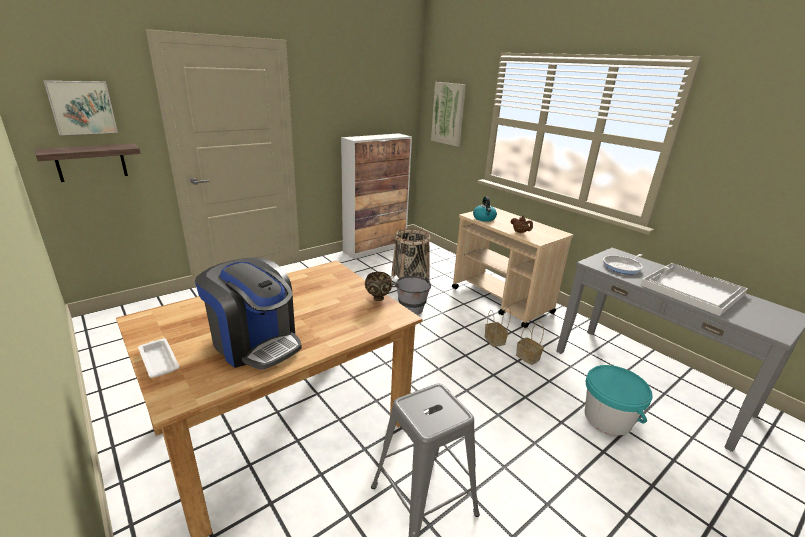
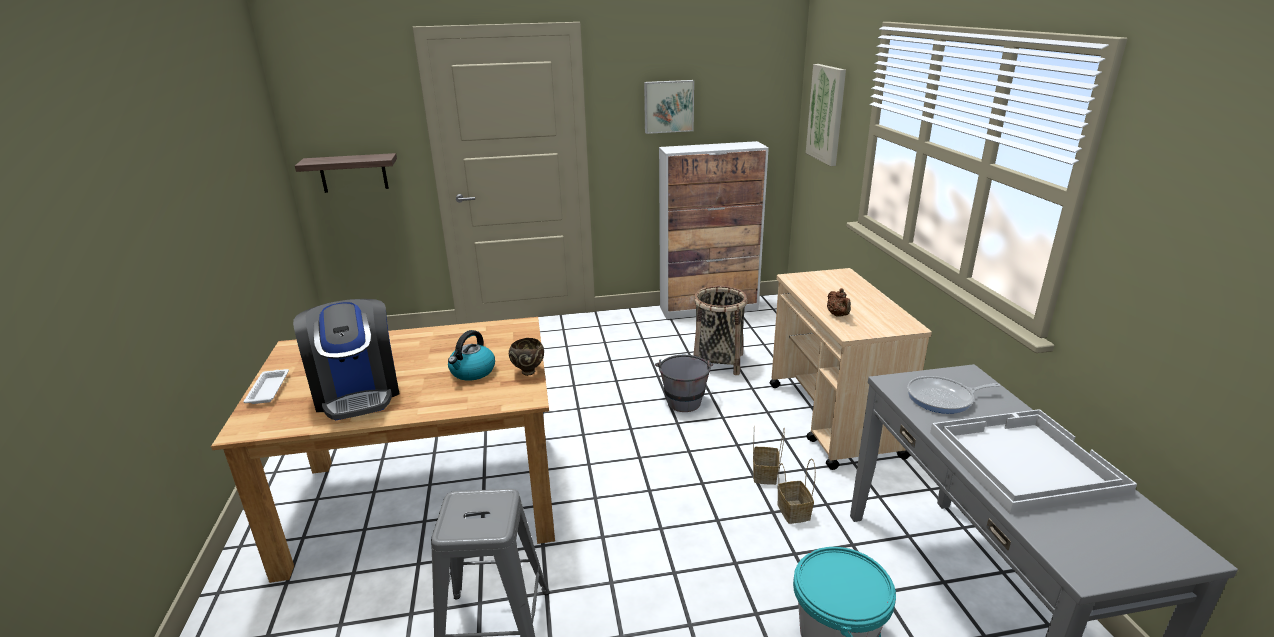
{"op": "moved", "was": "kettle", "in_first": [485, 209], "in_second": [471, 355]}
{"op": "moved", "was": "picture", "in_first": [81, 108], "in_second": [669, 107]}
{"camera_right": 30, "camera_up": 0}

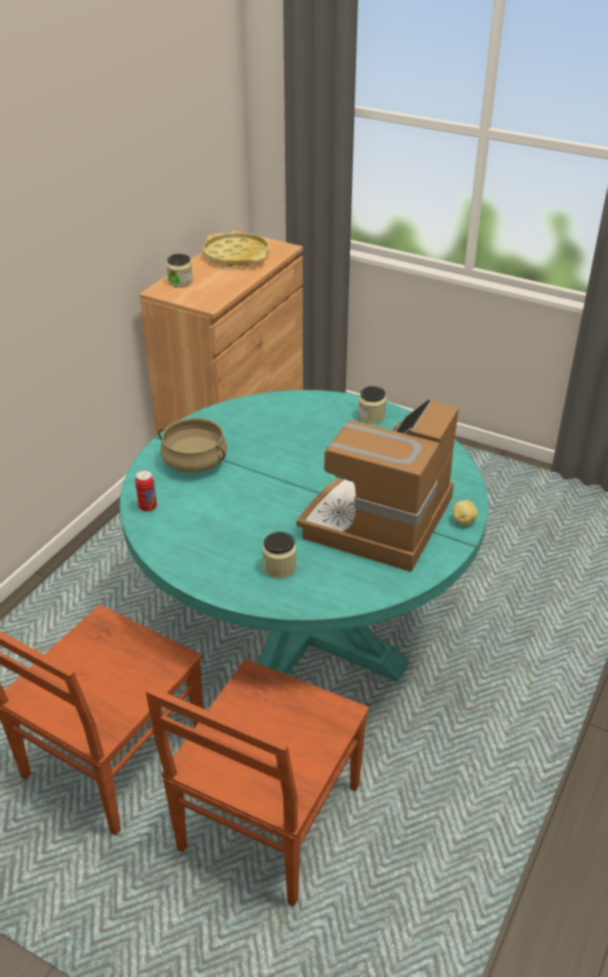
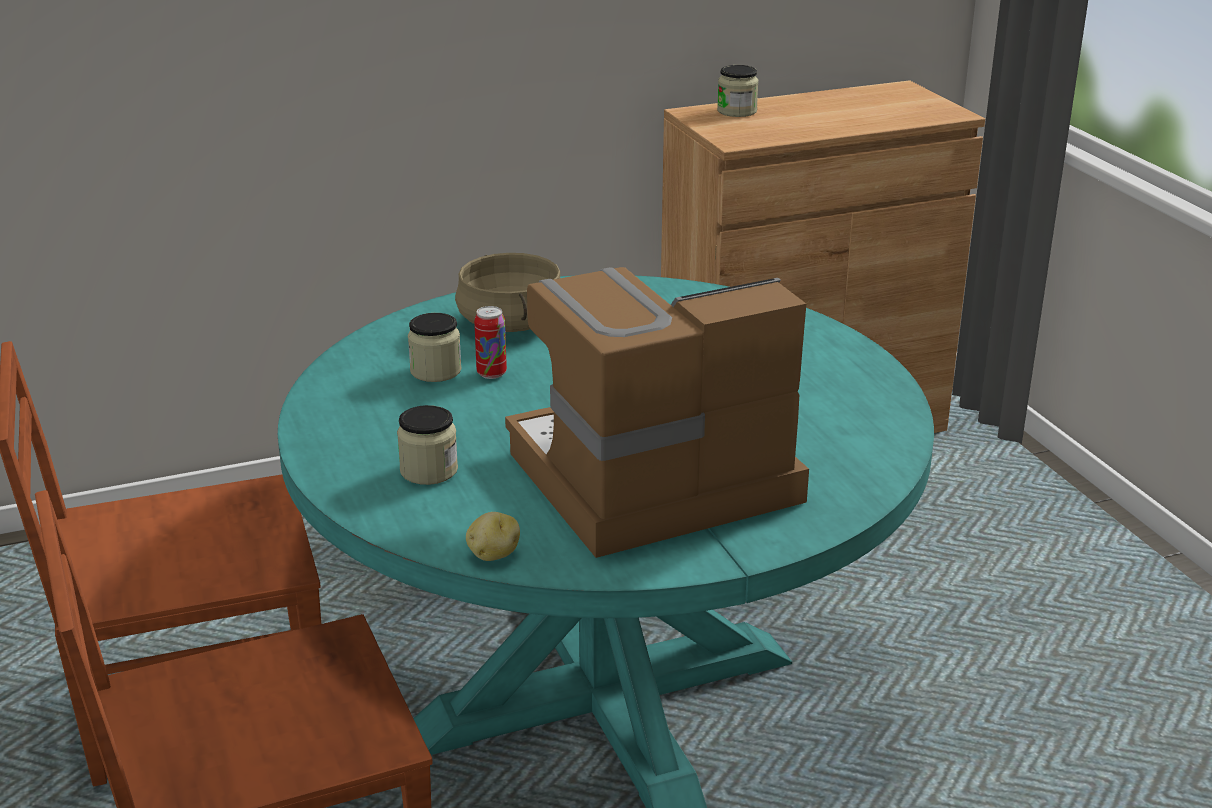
{"op": "moved", "was": "jar", "in_first": [372, 405], "in_second": [435, 347]}
{"op": "moved", "was": "potato", "in_first": [465, 513], "in_second": [493, 536]}
{"op": "moved", "was": "can", "in_first": [146, 491], "in_second": [490, 342]}
{"op": "removed", "was": "yellow tray", "in_first": [236, 250]}
{"camera_right": 40, "camera_up": -10}

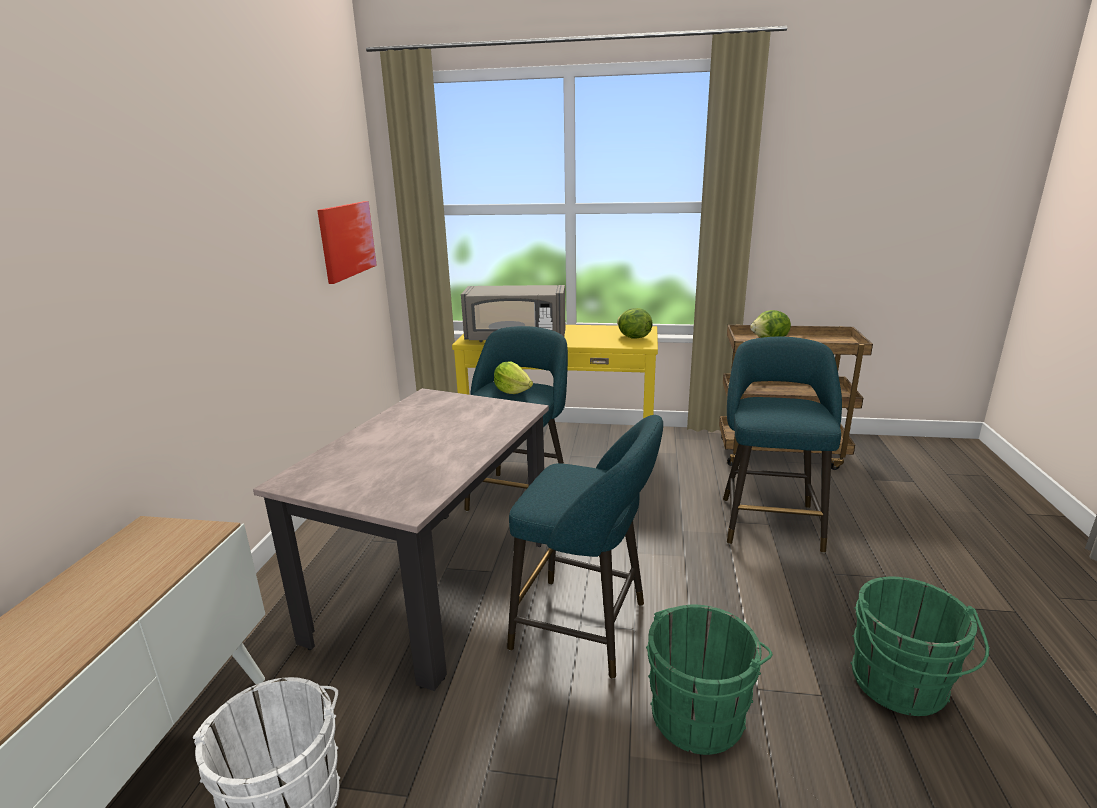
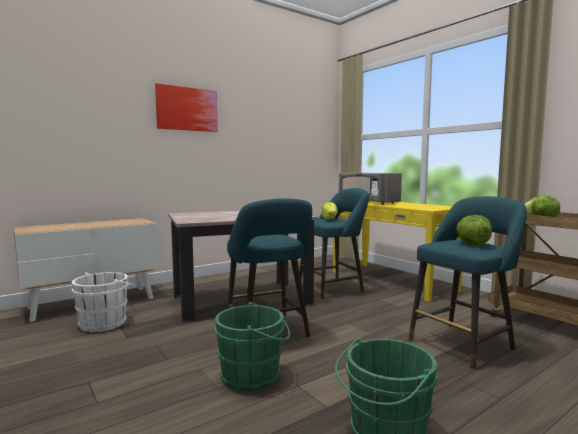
{"op": "moved", "was": "picture", "in_first": [347, 242], "in_second": [186, 107]}
{"op": "moved", "was": "lettuce", "in_first": [635, 323], "in_second": [474, 230]}
{"camera_right": 45, "camera_up": -15}

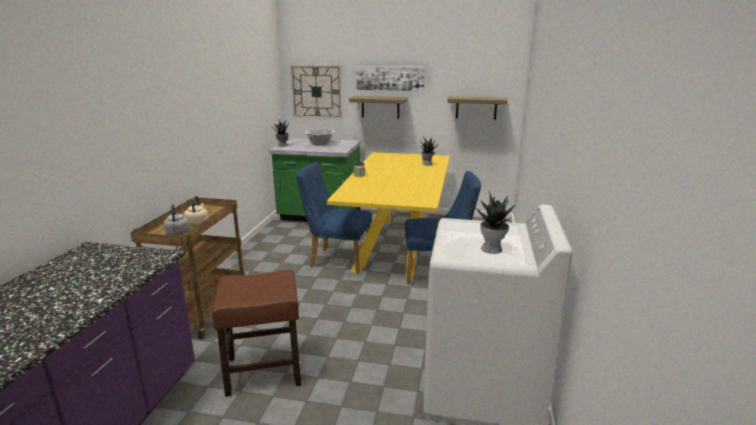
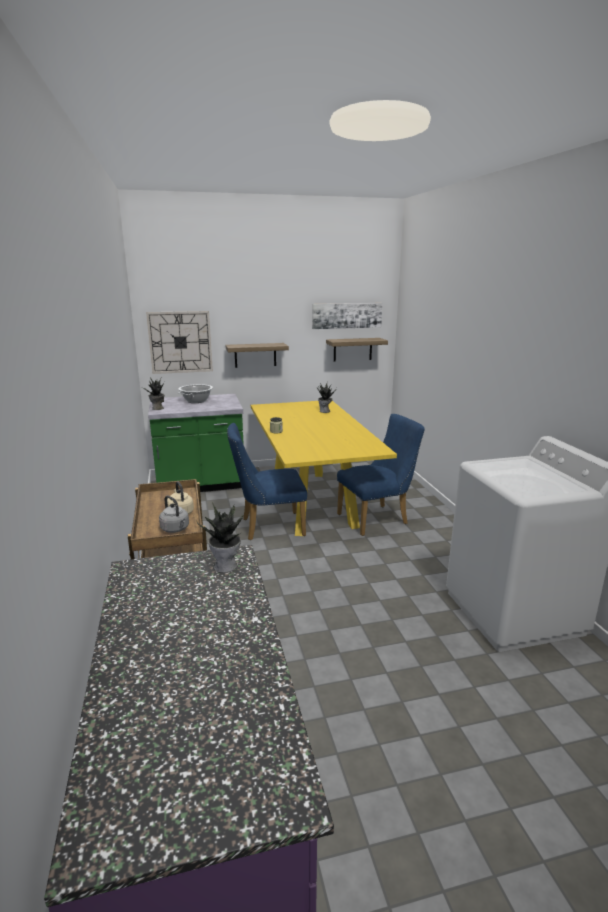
{"op": "moved", "was": "potted plant", "in_first": [494, 222], "in_second": [219, 538]}
{"op": "moved", "was": "picture", "in_first": [390, 78], "in_second": [347, 316]}
{"op": "removed", "was": "brown stool", "in_first": [256, 333]}
{"camera_right": -25, "camera_up": 0}

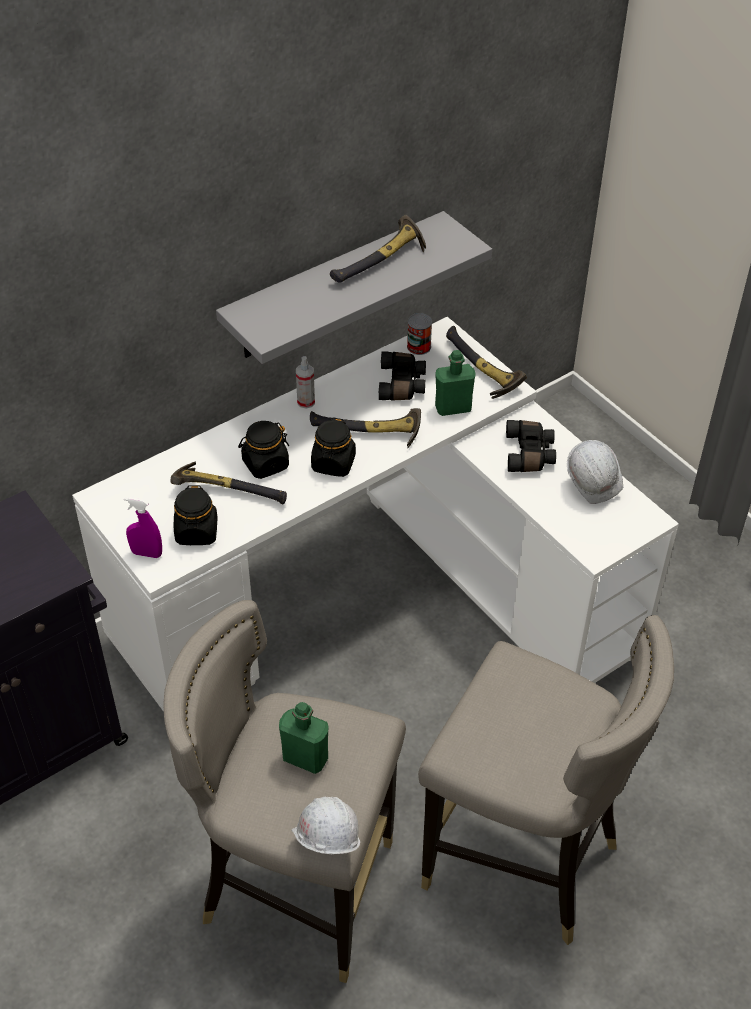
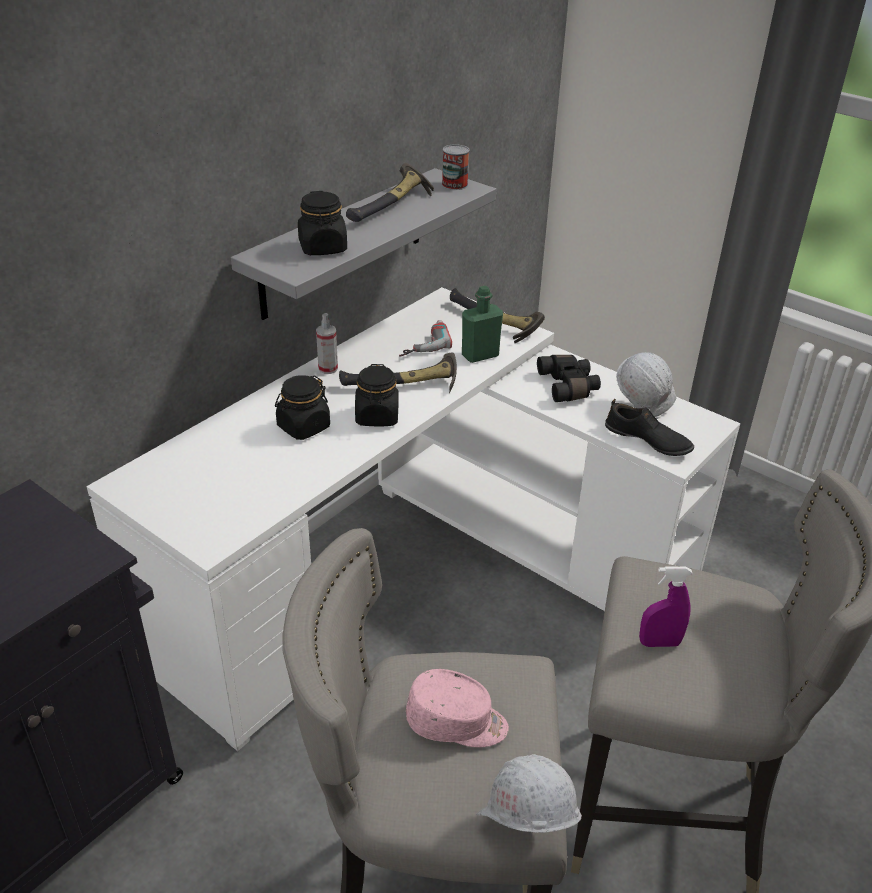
{"op": "moved", "was": "black jar", "in_first": [196, 515], "in_second": [322, 223]}
{"op": "replaced", "was": "black binoculars", "now": "power drill", "in_first": [402, 376], "in_second": [425, 338]}
{"op": "replaced", "was": "green bottle", "now": "pink cap", "in_first": [303, 738], "in_second": [457, 708]}
{"op": "moved", "was": "can", "in_first": [419, 334], "in_second": [455, 167]}
{"op": "added", "now": "black shoe", "in_second": [649, 427]}
{"op": "moved", "was": "purple spray bottle", "in_first": [143, 527], "in_second": [666, 606]}
{"op": "removed", "was": "hammer", "in_first": [228, 483]}
{"camera_right": -15, "camera_up": -10}

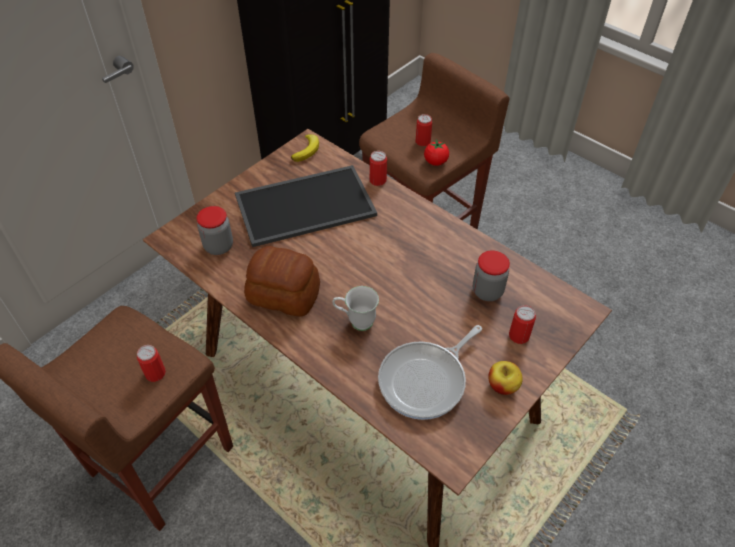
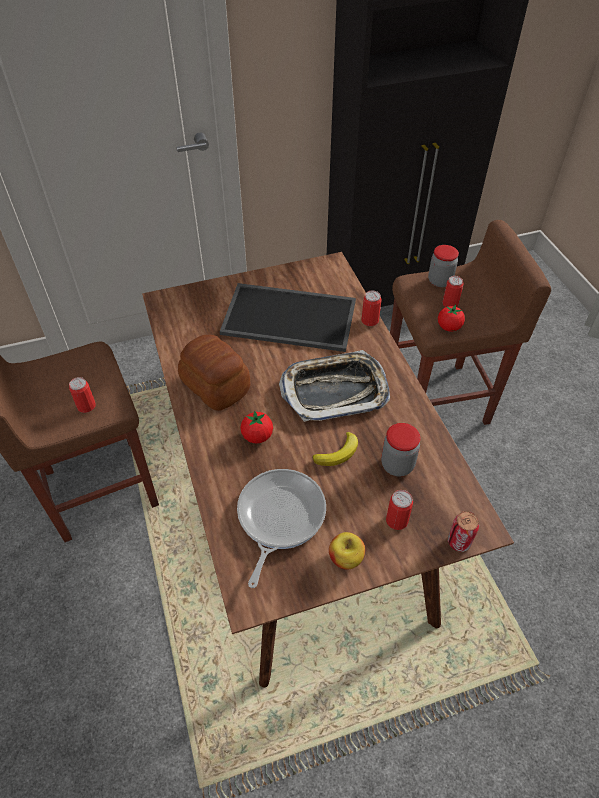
{"op": "turned", "was": "frying pan", "in_first": [430, 372], "in_second": [281, 528], "clockwise": 120}
{"op": "replaced", "was": "white mug", "now": "tomato", "in_first": [355, 308], "in_second": [256, 426]}
{"op": "added", "now": "tray", "in_second": [334, 386]}
{"op": "moved", "was": "banana", "in_first": [305, 148], "in_second": [335, 449]}
{"op": "moved", "was": "jar", "in_first": [215, 230], "in_second": [443, 266]}
{"op": "added", "now": "can", "in_second": [463, 531]}
{"camera_right": 30, "camera_up": 0}

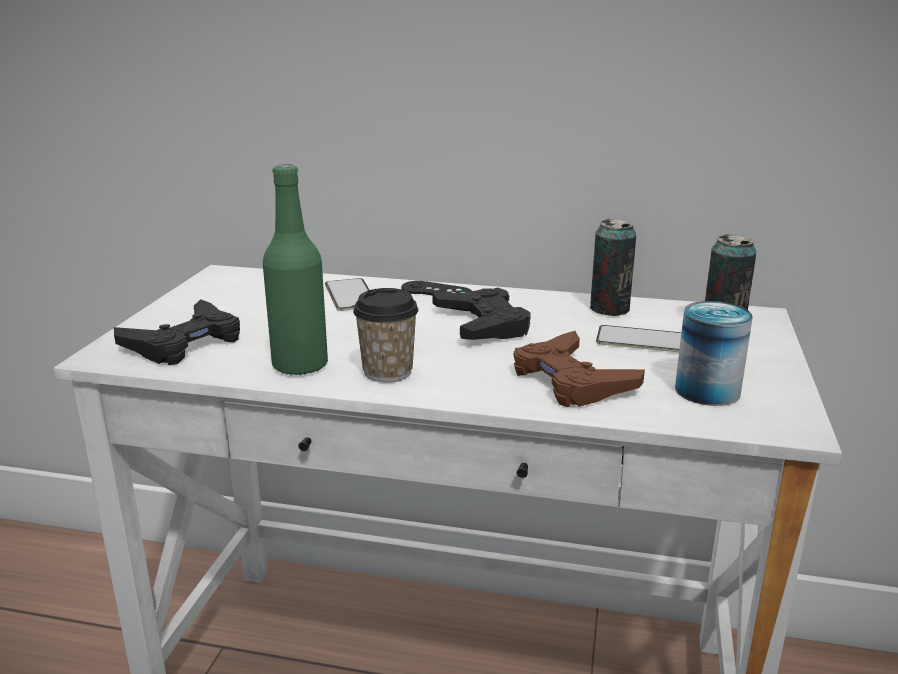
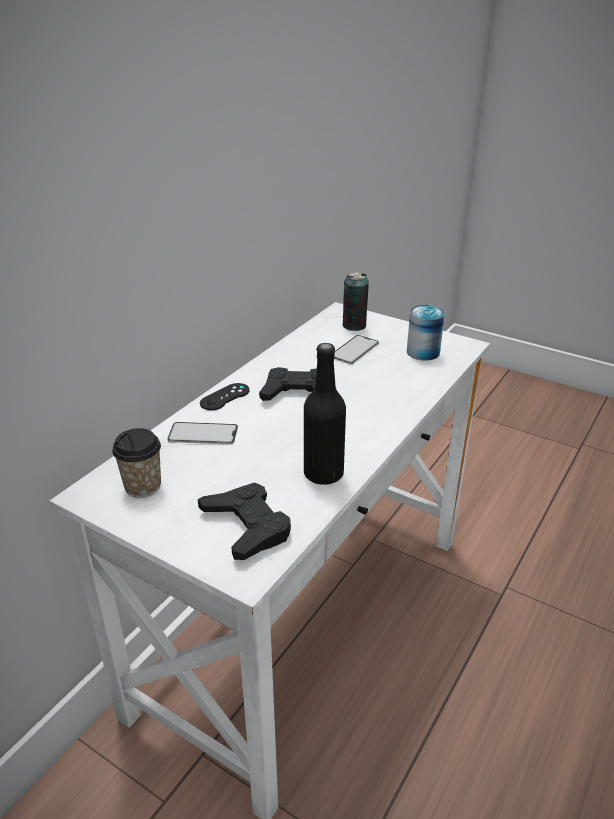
{"op": "moved", "was": "cup", "in_first": [385, 335], "in_second": [136, 463]}
{"op": "recoloured", "was": "green bottle", "now": "black bottle", "in_first": [295, 270], "in_second": [325, 414]}
{"op": "removed", "was": "brown game controller", "in_first": [579, 369]}
{"op": "removed", "was": "can", "in_first": [613, 267]}
{"camera_right": -70, "camera_up": 10}

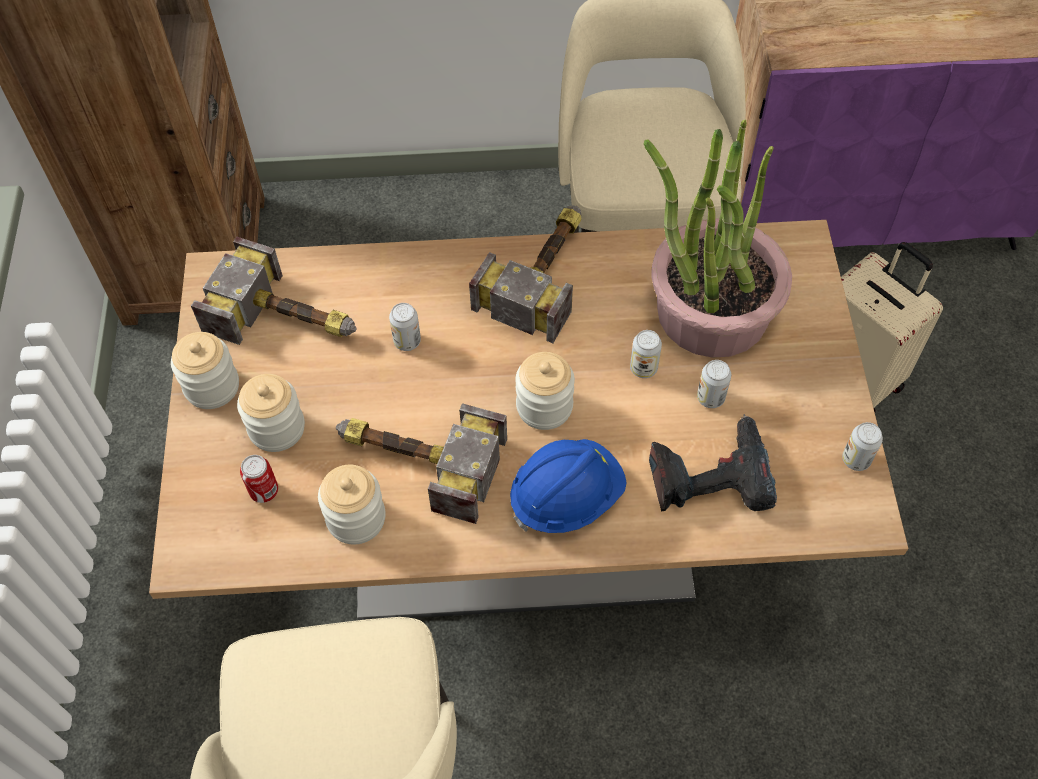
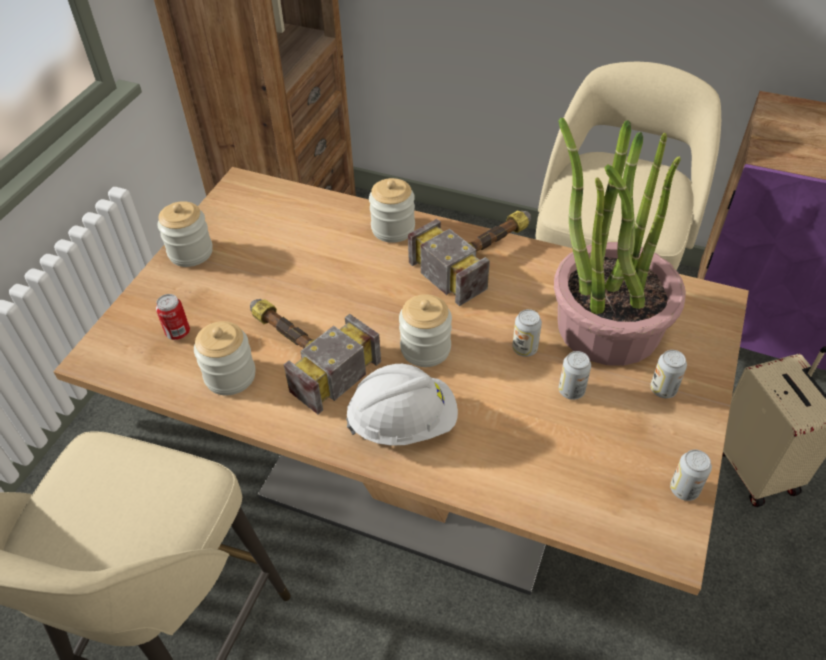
{"op": "recoloured", "was": "blue hard hat", "now": "white hard hat", "in_first": [568, 486], "in_second": [402, 405]}
{"op": "moved", "was": "jar", "in_first": [271, 413], "in_second": [392, 210]}
{"op": "moved", "was": "can", "in_first": [405, 327], "in_second": [668, 374]}
{"op": "removed", "was": "hammer", "in_first": [274, 291]}
{"op": "removed", "was": "power drill", "in_first": [713, 462]}
{"camera_right": 25, "camera_up": -10}

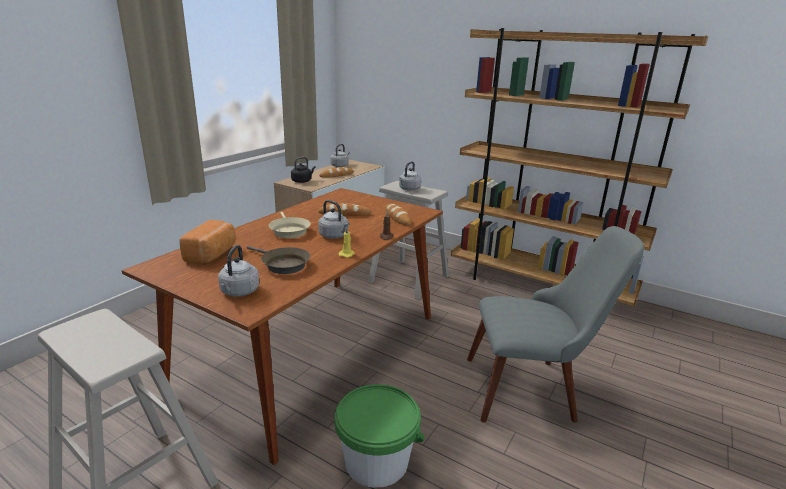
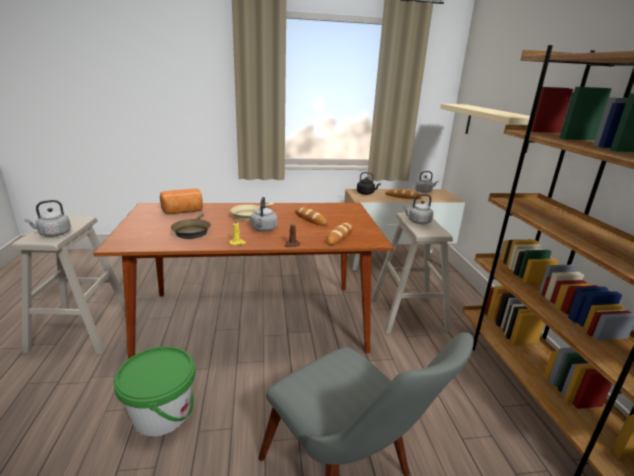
{"op": "moved", "was": "grey kettle", "in_first": [239, 271], "in_second": [47, 218]}
{"op": "added", "now": "beige shelf", "in_second": [485, 128]}
{"camera_right": 50, "camera_up": 0}

